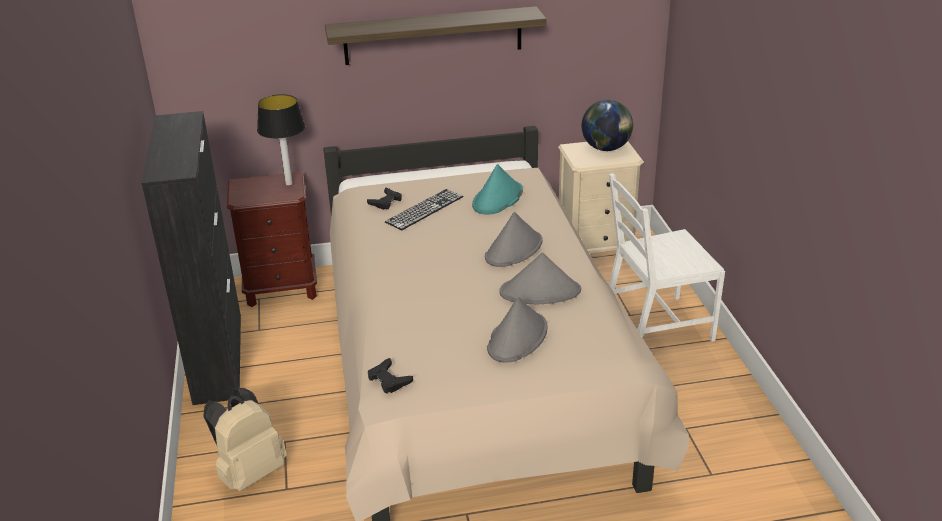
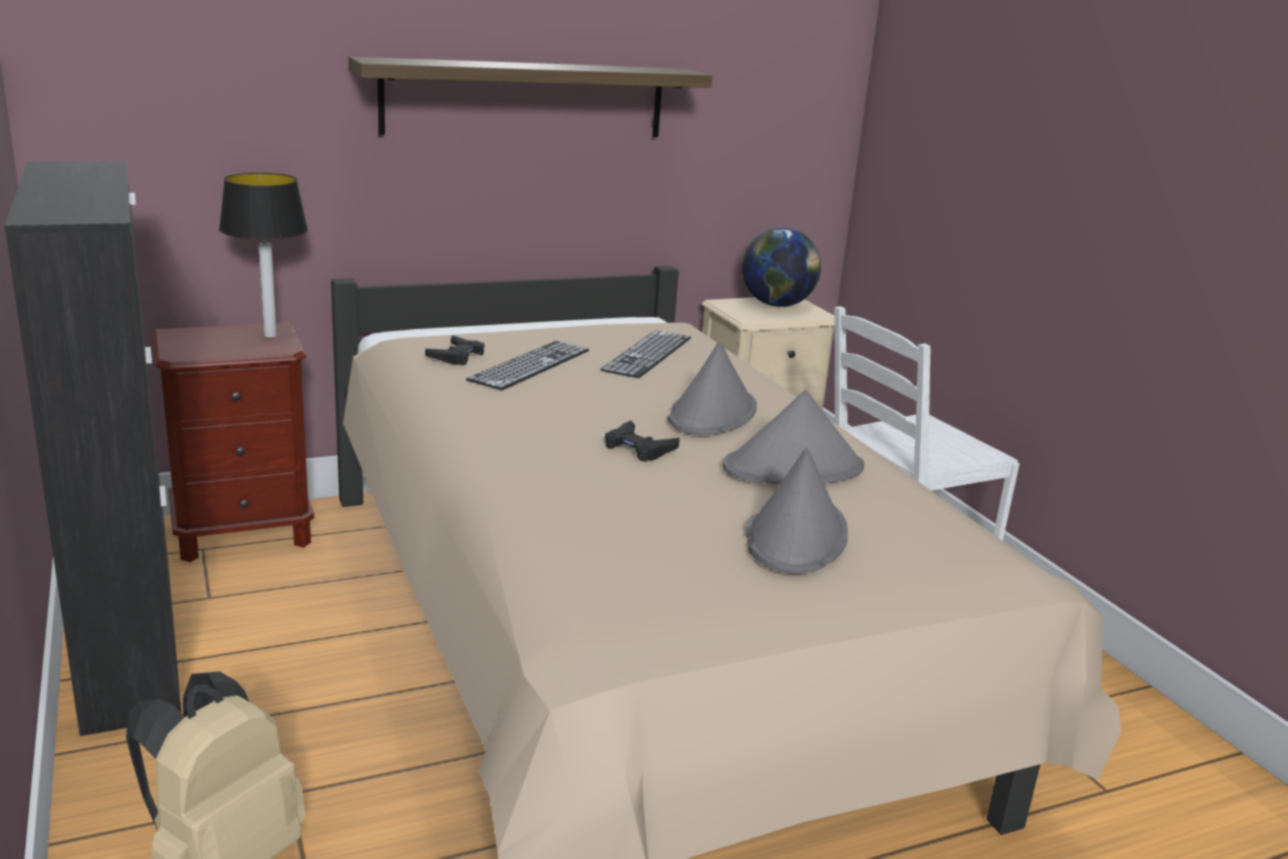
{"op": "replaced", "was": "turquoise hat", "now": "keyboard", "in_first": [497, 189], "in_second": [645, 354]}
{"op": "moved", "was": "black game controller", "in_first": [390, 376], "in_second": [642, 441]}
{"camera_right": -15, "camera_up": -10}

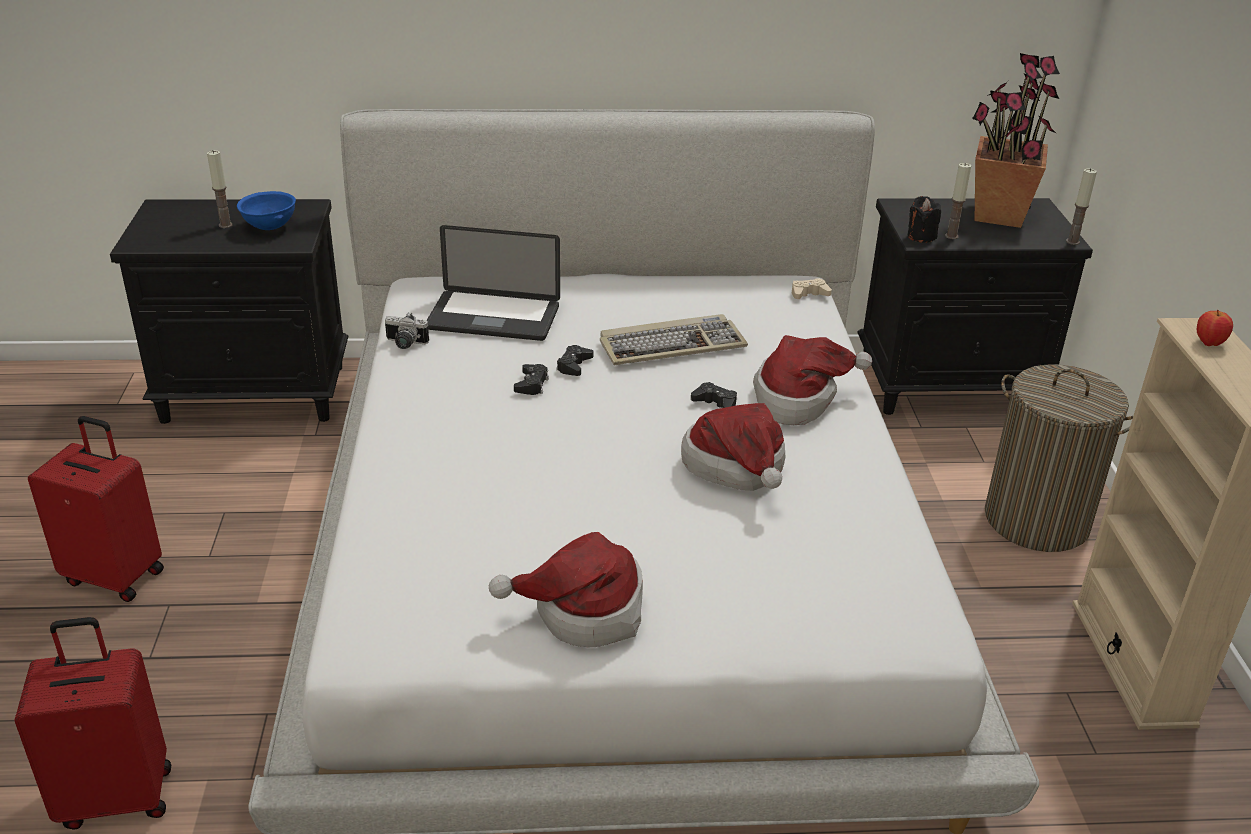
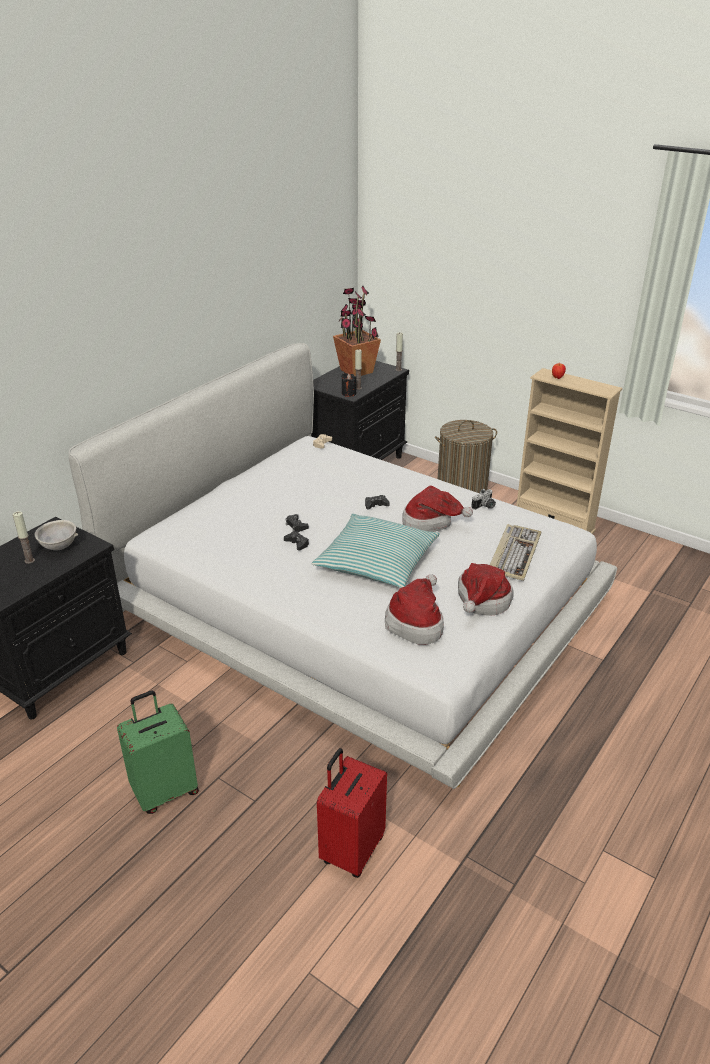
{"op": "recoloured", "was": "blue bowl", "now": "grey bowl", "in_first": [266, 210], "in_second": [56, 535]}
{"op": "recoloured", "was": "red suitcase", "now": "green suitcase", "in_first": [96, 509], "in_second": [158, 752]}
{"op": "added", "now": "pillow", "in_second": [376, 551]}
{"op": "moved", "was": "hat", "in_first": [812, 380], "in_second": [414, 609]}
{"op": "moved", "was": "photo camera", "in_first": [407, 330], "in_second": [483, 499]}
{"op": "moved", "was": "keyboard", "in_first": [674, 339], "in_second": [515, 552]}
{"op": "removed", "was": "laptop", "in_first": [493, 283]}
{"camera_right": -50, "camera_up": 0}

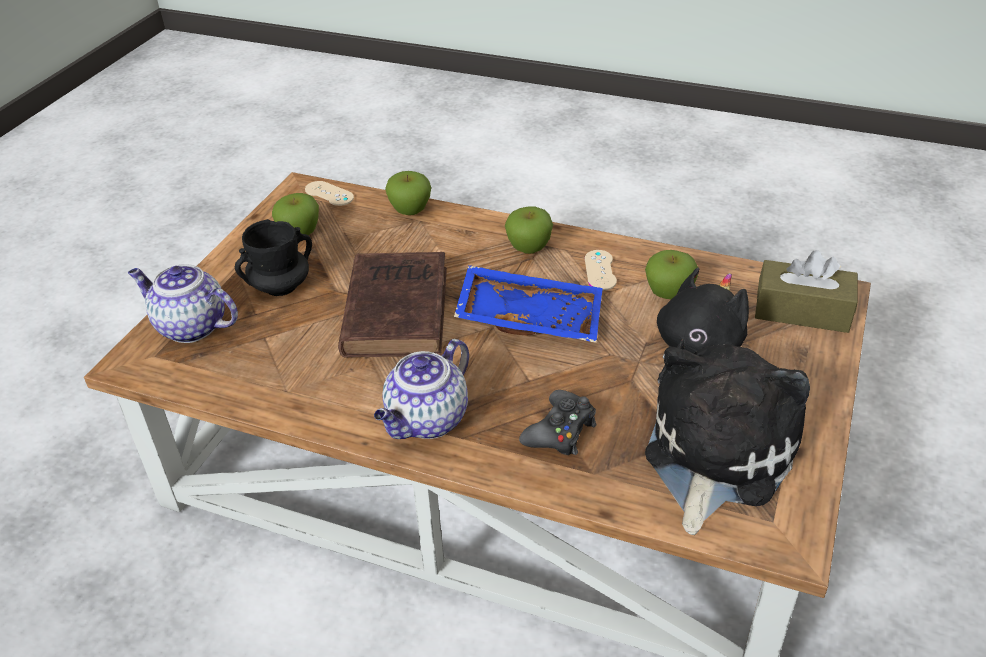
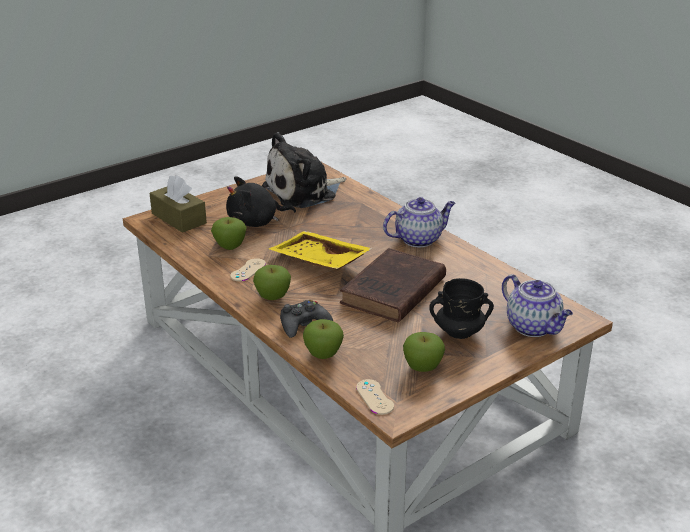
{"op": "recoloured", "was": "blue tray", "now": "yellow tray", "in_first": [528, 304], "in_second": [321, 250]}
{"op": "moved", "was": "black game controller", "in_first": [558, 422], "in_second": [306, 319]}
{"camera_right": -150, "camera_up": -10}

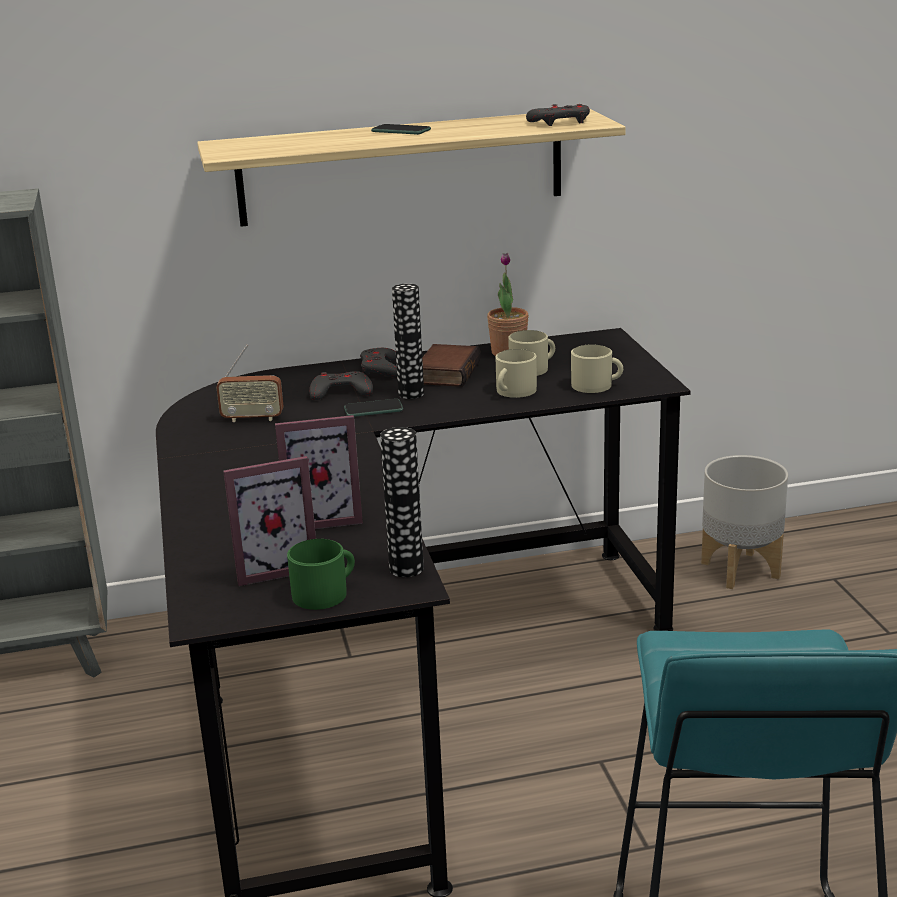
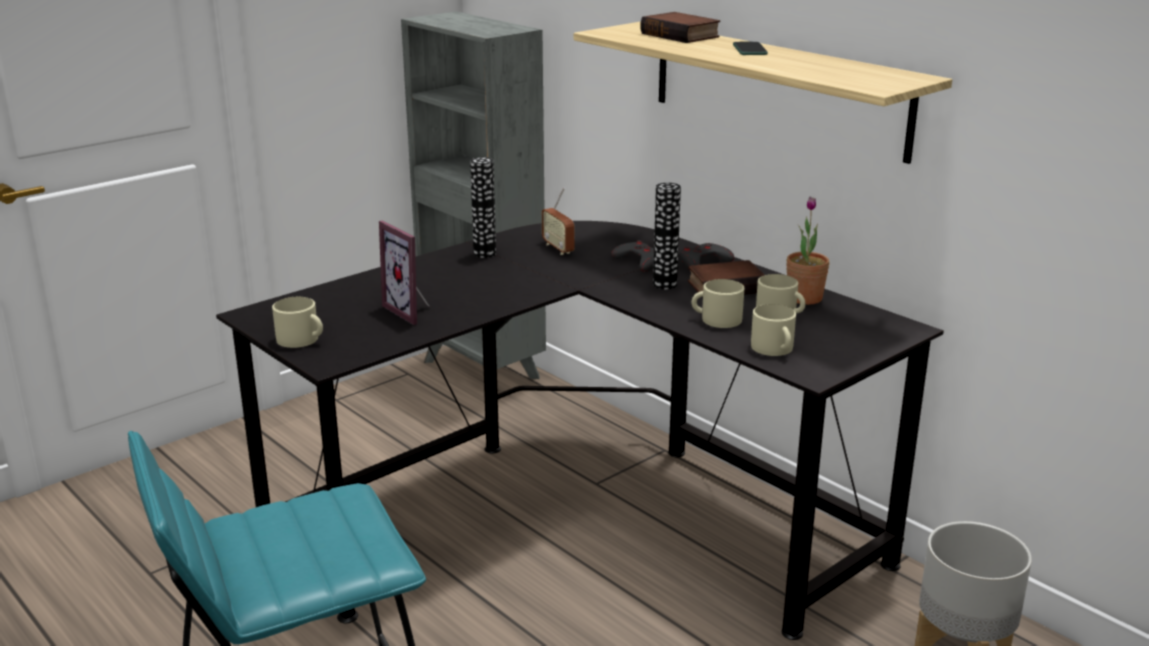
{"op": "recoloured", "was": "green mug", "now": "beige mug", "in_first": [321, 574], "in_second": [297, 322]}
{"op": "moved", "was": "vase", "in_first": [402, 502], "in_second": [483, 207]}
{"op": "added", "now": "book", "in_second": [680, 27]}
{"op": "removed", "was": "picture frame", "in_first": [269, 521]}
{"op": "removed", "was": "phone", "in_first": [373, 408]}
{"op": "removed", "was": "grey game controller", "in_first": [558, 115]}
{"camera_right": 60, "camera_up": 0}

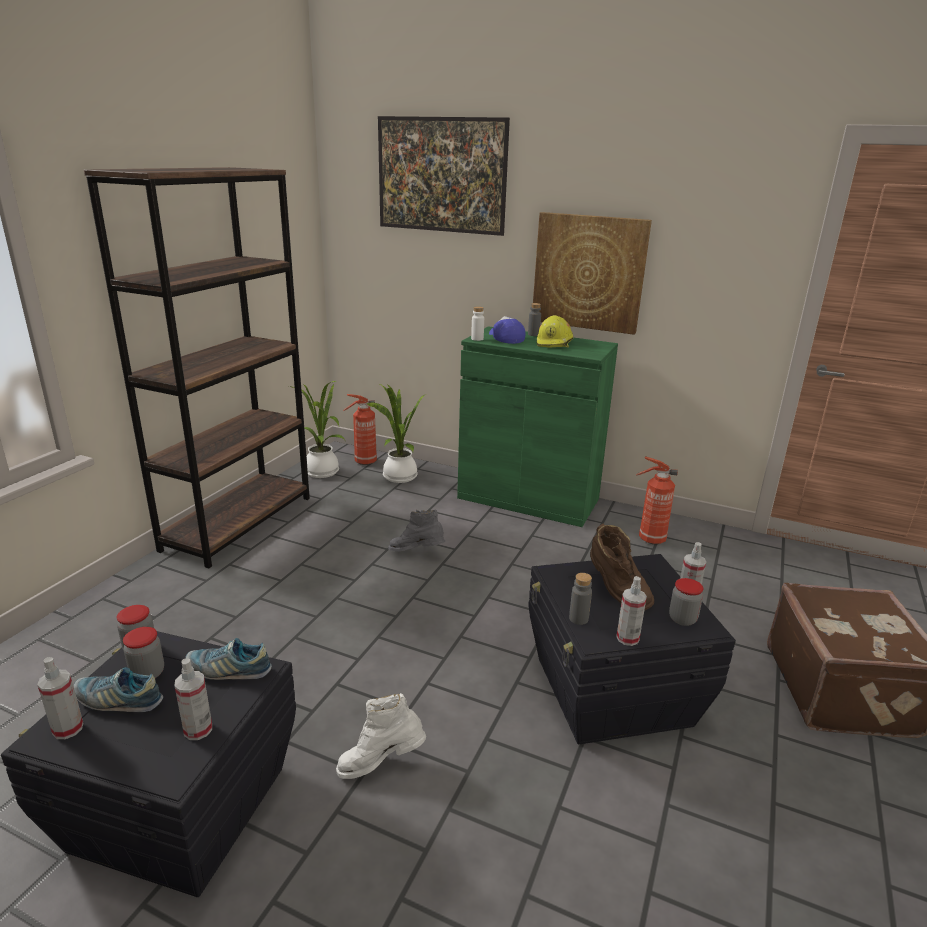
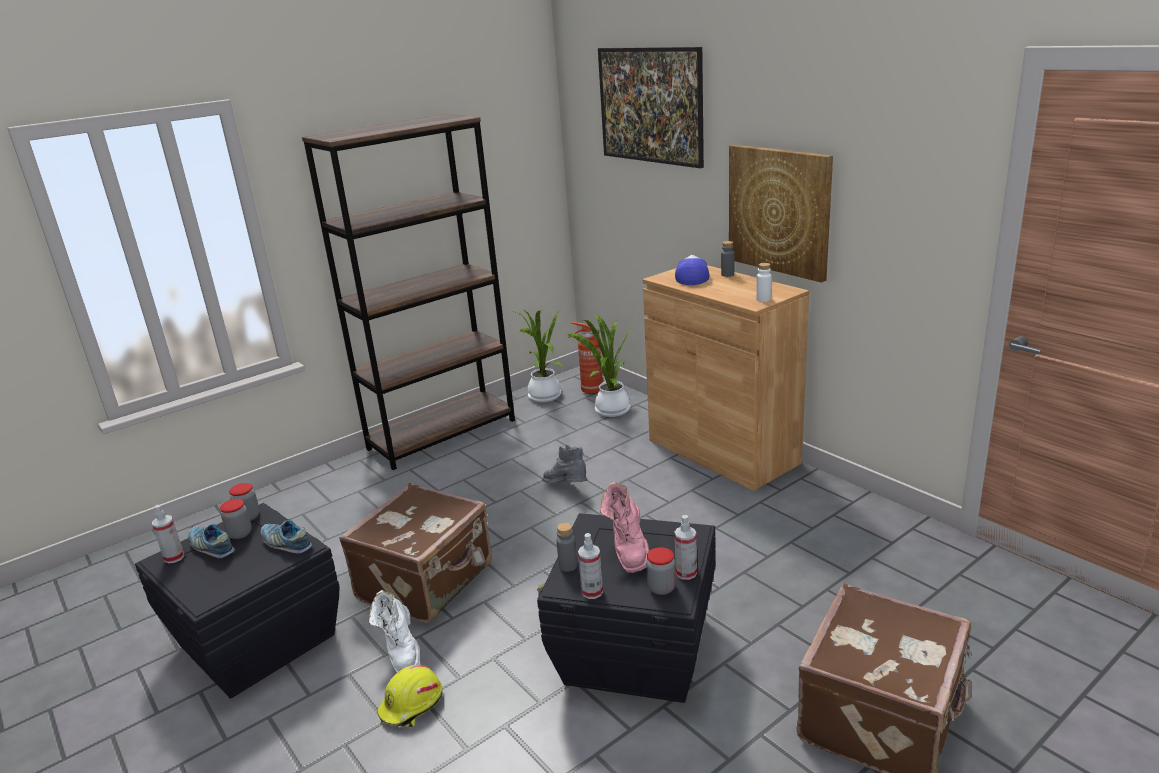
{"op": "added", "now": "brown suitcase", "in_second": [415, 553]}
{"op": "turned", "was": "white boot", "in_first": [381, 736], "in_second": [394, 631], "clockwise": -120}
{"op": "moved", "was": "yellow hard hat", "in_first": [555, 331], "in_second": [409, 696]}
{"op": "recoloured", "was": "brown boot", "now": "pink boot", "in_first": [622, 567], "in_second": [625, 527]}
{"op": "recoloured", "was": "green cabinet", "now": "brown cabinet", "in_first": [537, 426], "in_second": [726, 378]}
{"op": "moved", "was": "white bottle", "in_first": [477, 323], "in_second": [763, 282]}
{"op": "removed", "was": "spray bottle", "in_first": [193, 699]}
{"op": "removed", "was": "fire extinguisher", "in_first": [657, 500]}
{"camera_right": 30, "camera_up": 0}

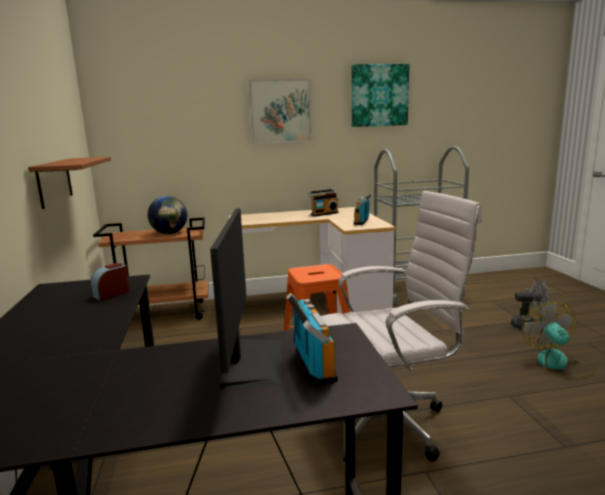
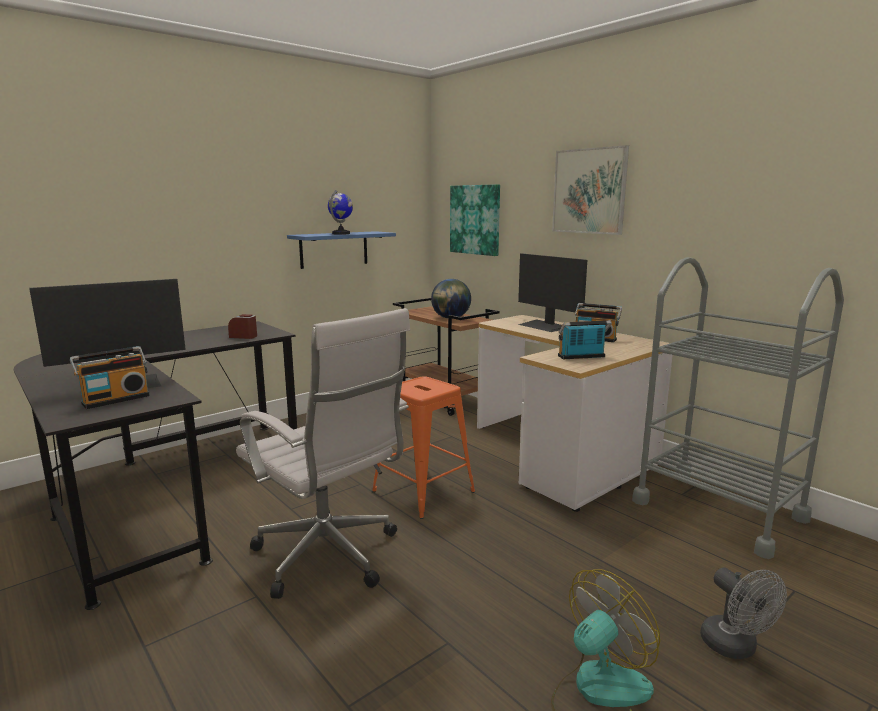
{"op": "recoloured", "was": "brown shelf", "now": "blue shelf", "in_first": [69, 183], "in_second": [341, 250]}
{"op": "added", "now": "globe", "in_second": [340, 212]}
{"op": "moved", "was": "picture", "in_first": [380, 95], "in_second": [475, 220]}
{"op": "added", "now": "monitor", "in_second": [552, 292]}
{"camera_right": 60, "camera_up": 0}

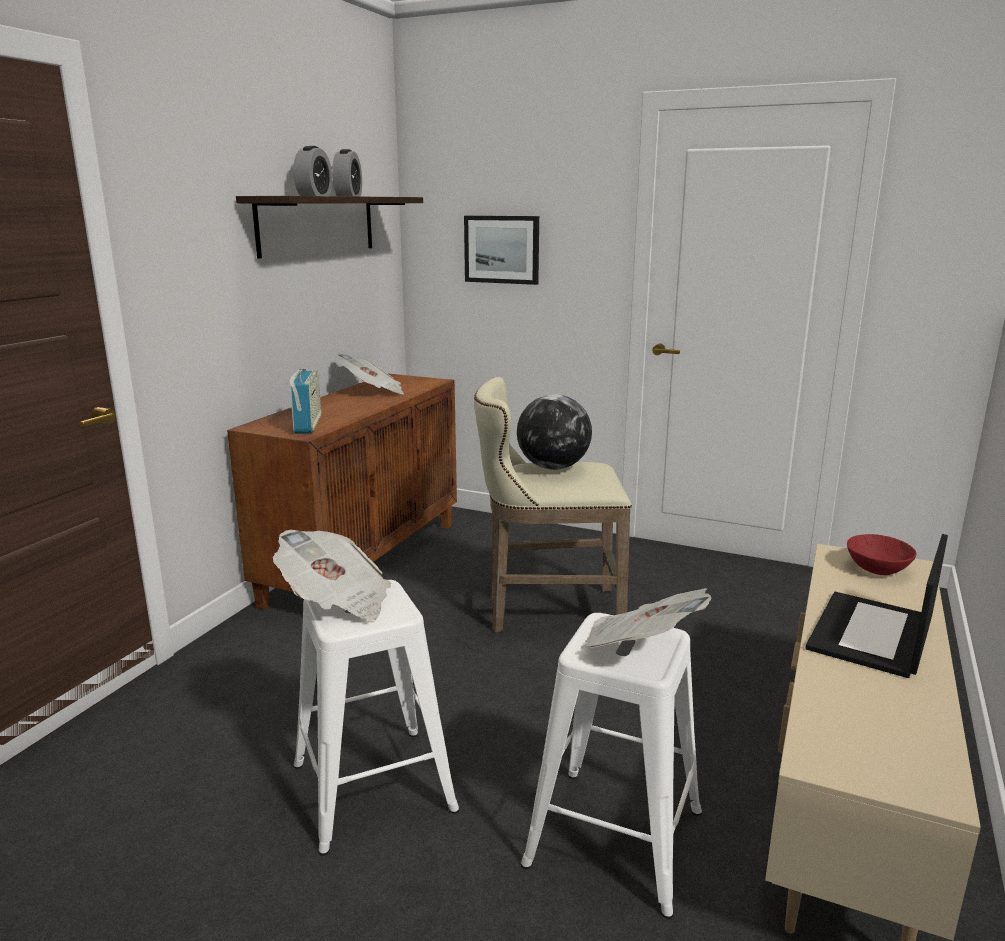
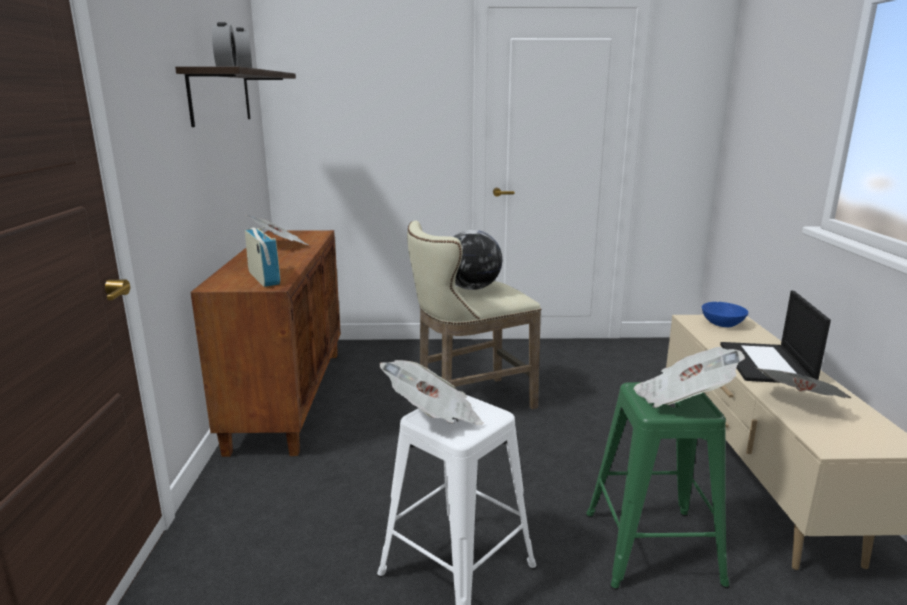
{"op": "recoloured", "was": "white stool", "now": "green stool", "in_first": [611, 766], "in_second": [658, 486]}
{"op": "recoloured", "was": "red bowl", "now": "blue bowl", "in_first": [882, 554], "in_second": [725, 314]}
{"op": "added", "now": "newspaper", "in_second": [803, 383]}
{"op": "removed", "was": "picture", "in_first": [501, 250]}
{"camera_right": -25, "camera_up": 0}

